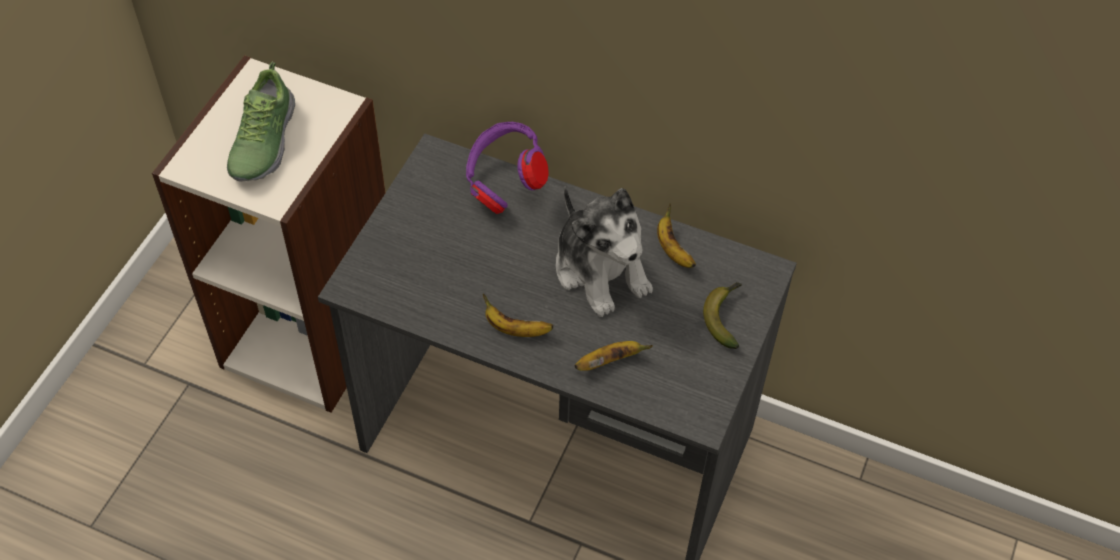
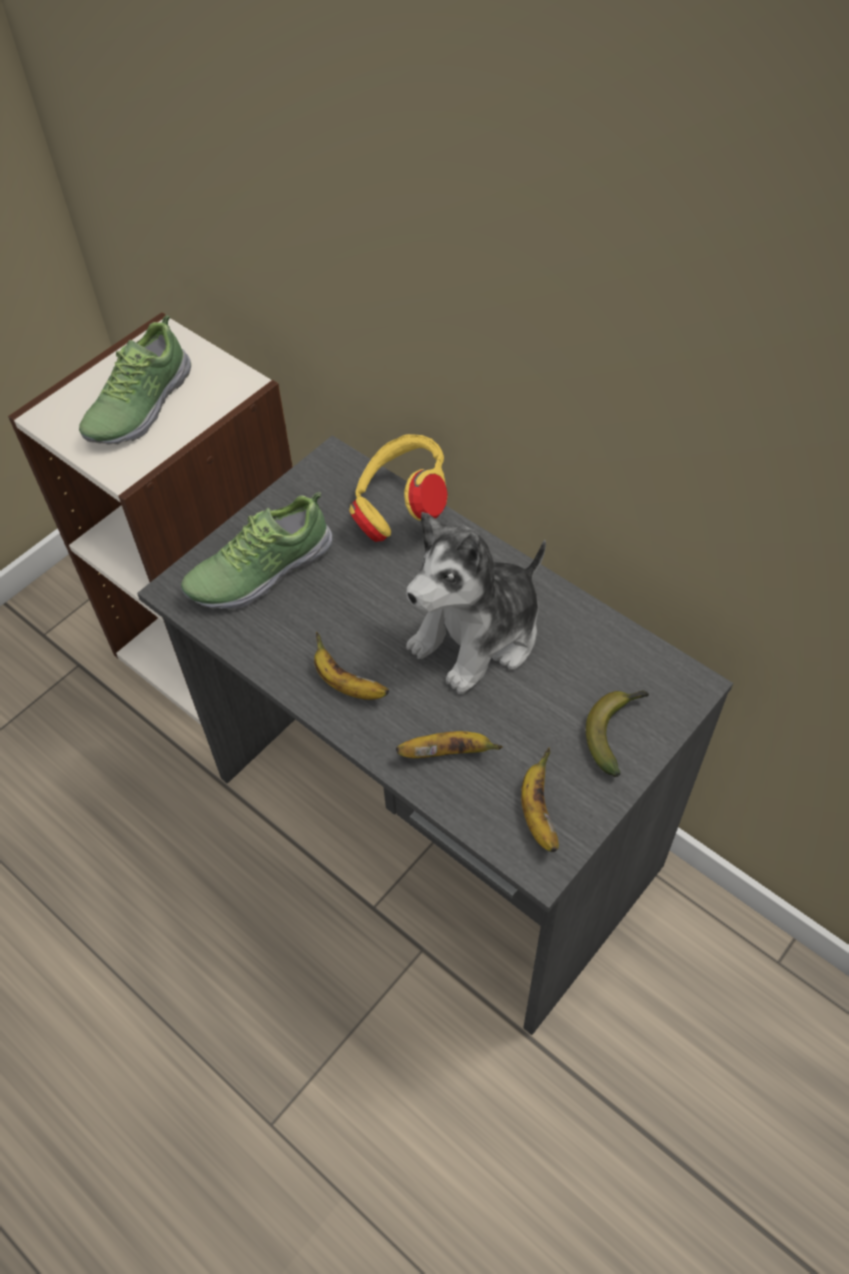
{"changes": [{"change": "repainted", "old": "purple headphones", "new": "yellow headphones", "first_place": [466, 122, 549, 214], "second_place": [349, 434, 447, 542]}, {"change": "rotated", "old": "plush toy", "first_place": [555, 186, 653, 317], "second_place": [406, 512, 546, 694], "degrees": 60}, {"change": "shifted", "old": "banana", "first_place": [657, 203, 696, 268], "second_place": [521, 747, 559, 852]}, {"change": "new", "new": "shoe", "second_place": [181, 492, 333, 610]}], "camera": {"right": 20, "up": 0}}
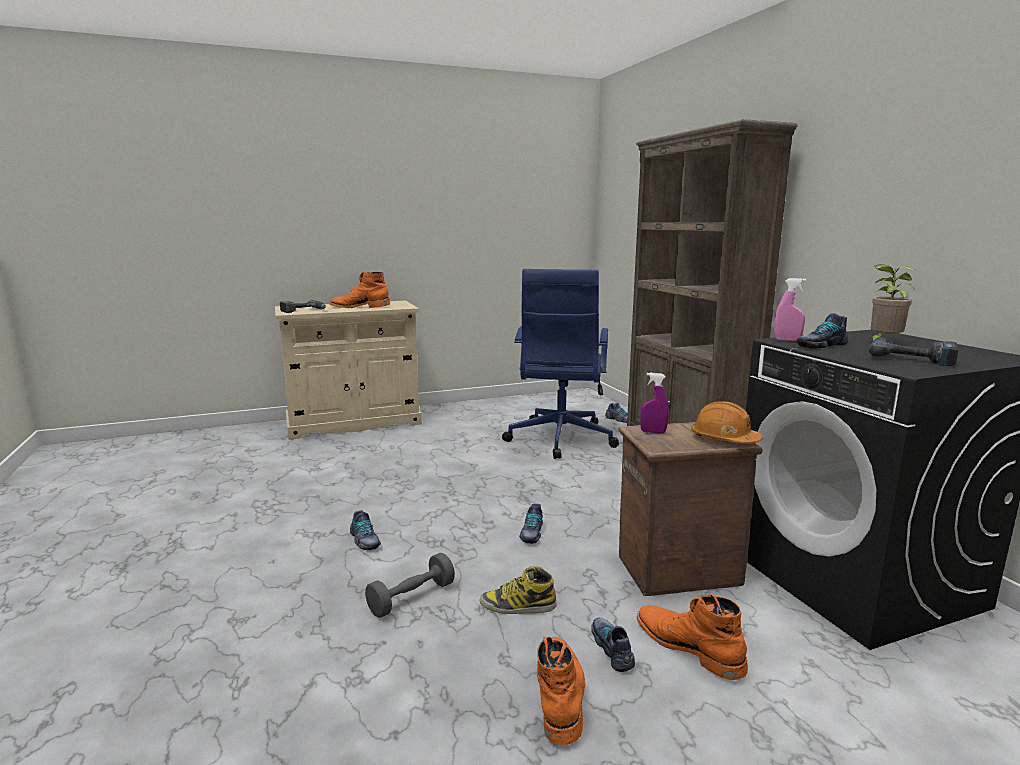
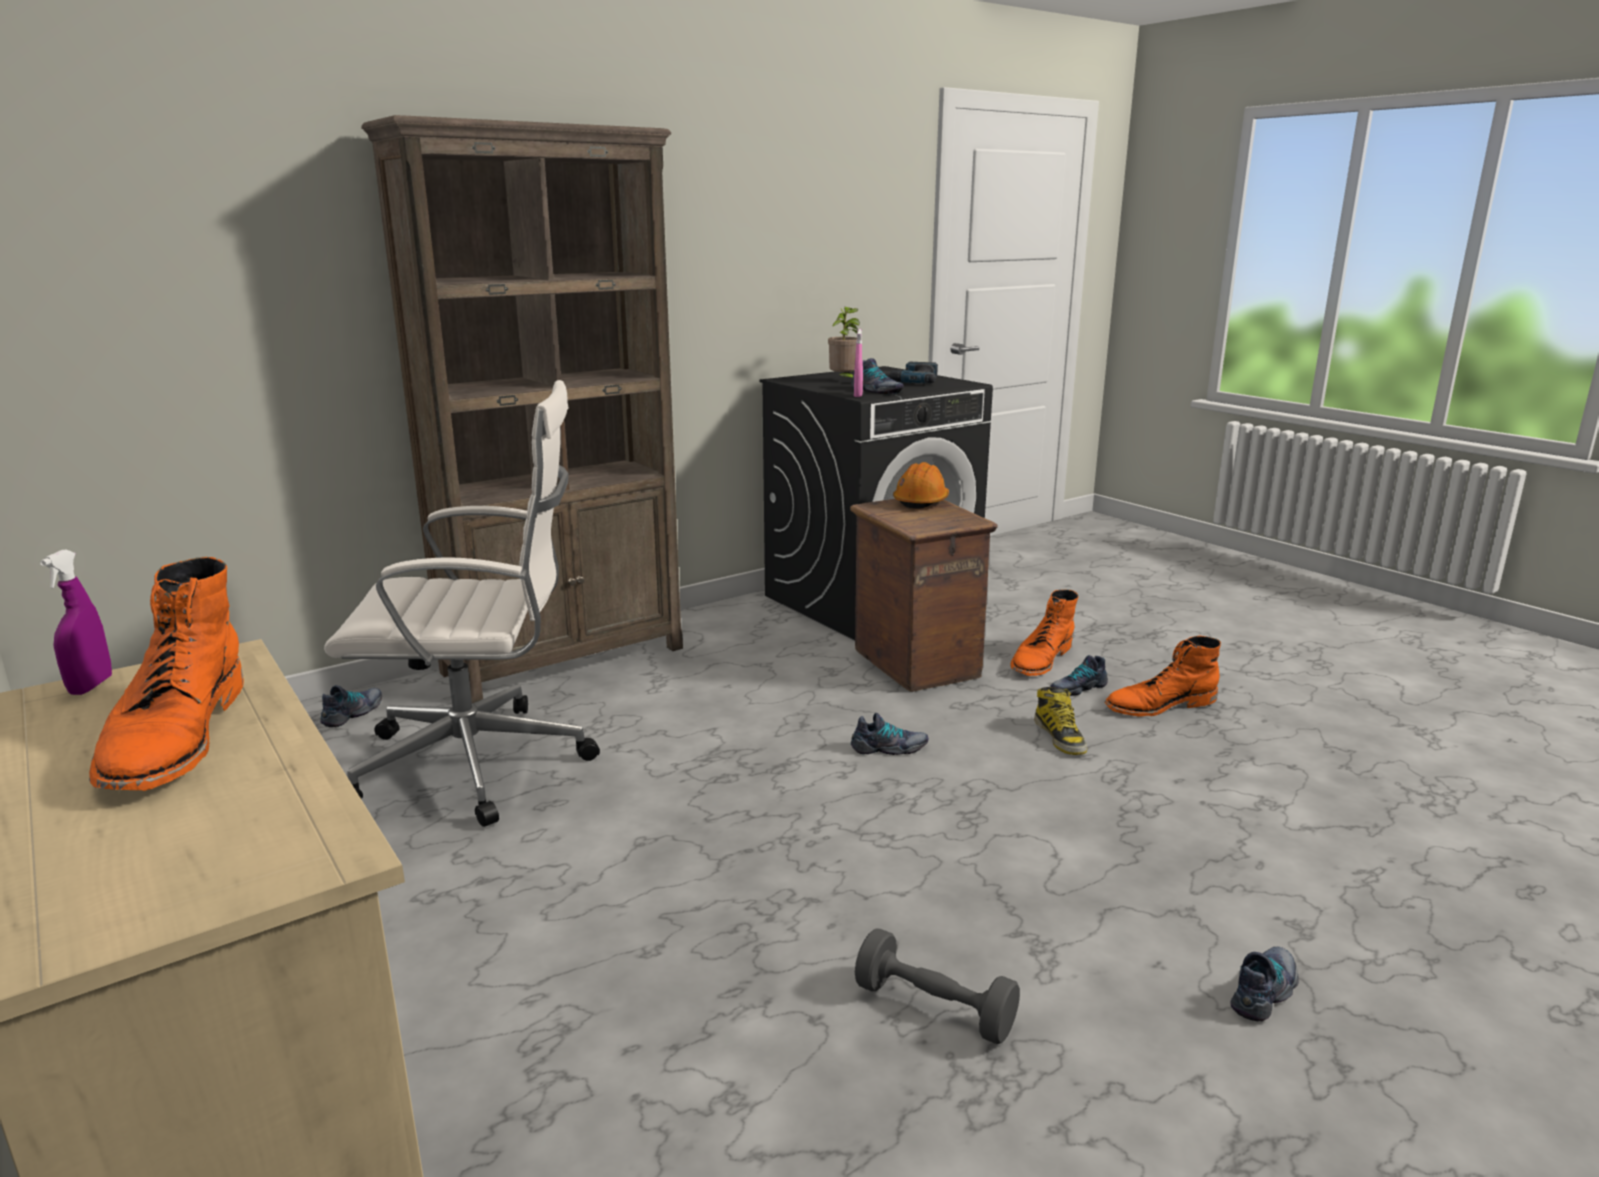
{"changes": [{"change": "repainted", "old": "blue office chair", "new": "white office chair", "first_place": [502, 269, 619, 459], "second_place": [324, 380, 600, 827]}, {"change": "gone", "old": "power drill", "first_place": [280, 300, 326, 313]}, {"change": "shifted", "old": "purple spray bottle", "first_place": [640, 373, 669, 434], "second_place": [40, 550, 112, 695]}, {"change": "shifted", "old": "shoe", "first_place": [350, 510, 381, 550], "second_place": [1231, 947, 1299, 1021]}, {"change": "shifted", "old": "grey dumbbell", "first_place": [365, 553, 455, 618], "second_place": [855, 929, 1020, 1044]}], "camera": {"right": -105, "up": 5}}
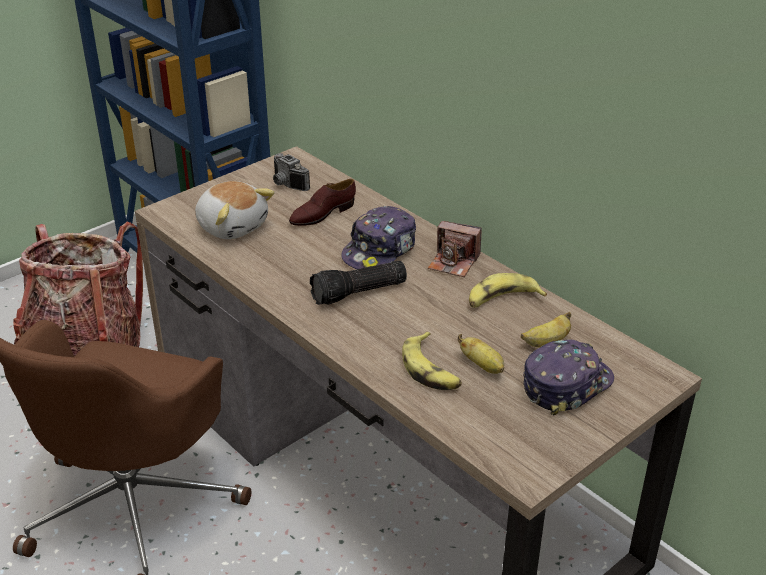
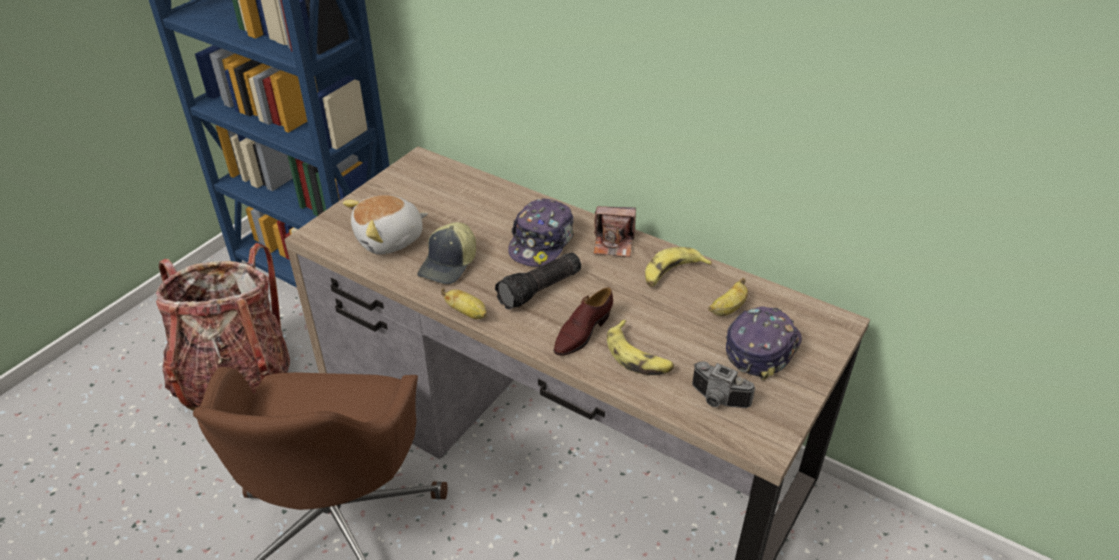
{"changes": [{"change": "shifted", "old": "photo camera", "first_place": [273, 153, 310, 191], "second_place": [692, 361, 756, 408]}, {"change": "shifted", "old": "brown shoe", "first_place": [289, 179, 356, 226], "second_place": [553, 287, 613, 356]}, {"change": "rotated", "old": "plush toy", "first_place": [195, 181, 275, 239], "second_place": [343, 195, 428, 254], "degrees": 120}, {"change": "shifted", "old": "banana", "first_place": [457, 334, 504, 374], "second_place": [441, 288, 487, 319]}, {"change": "new", "new": "cap", "second_place": [417, 222, 476, 284]}], "camera": {"right": -15, "up": 5}}
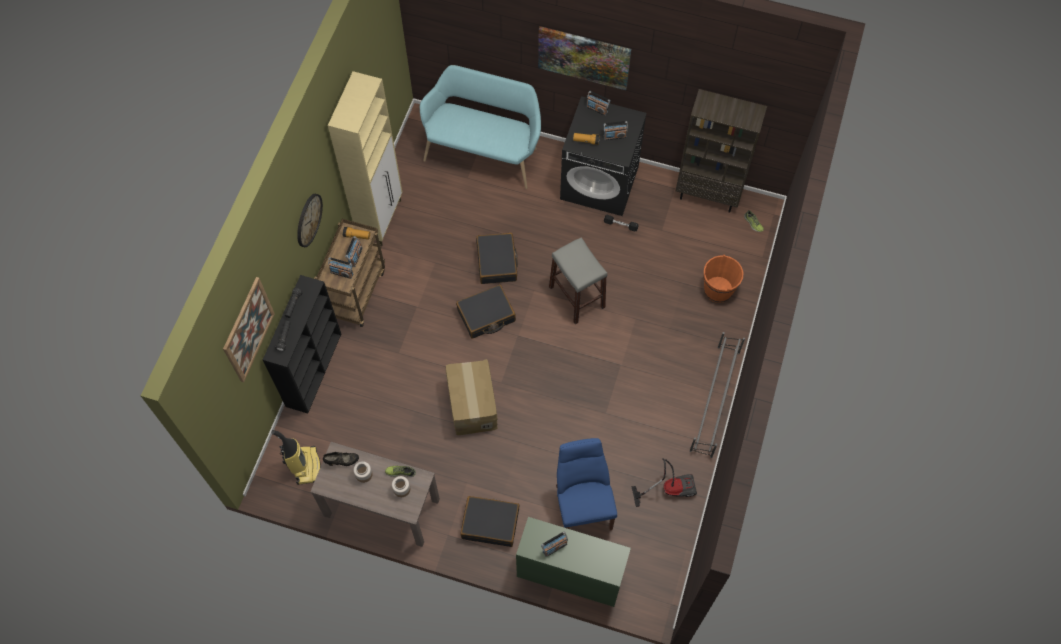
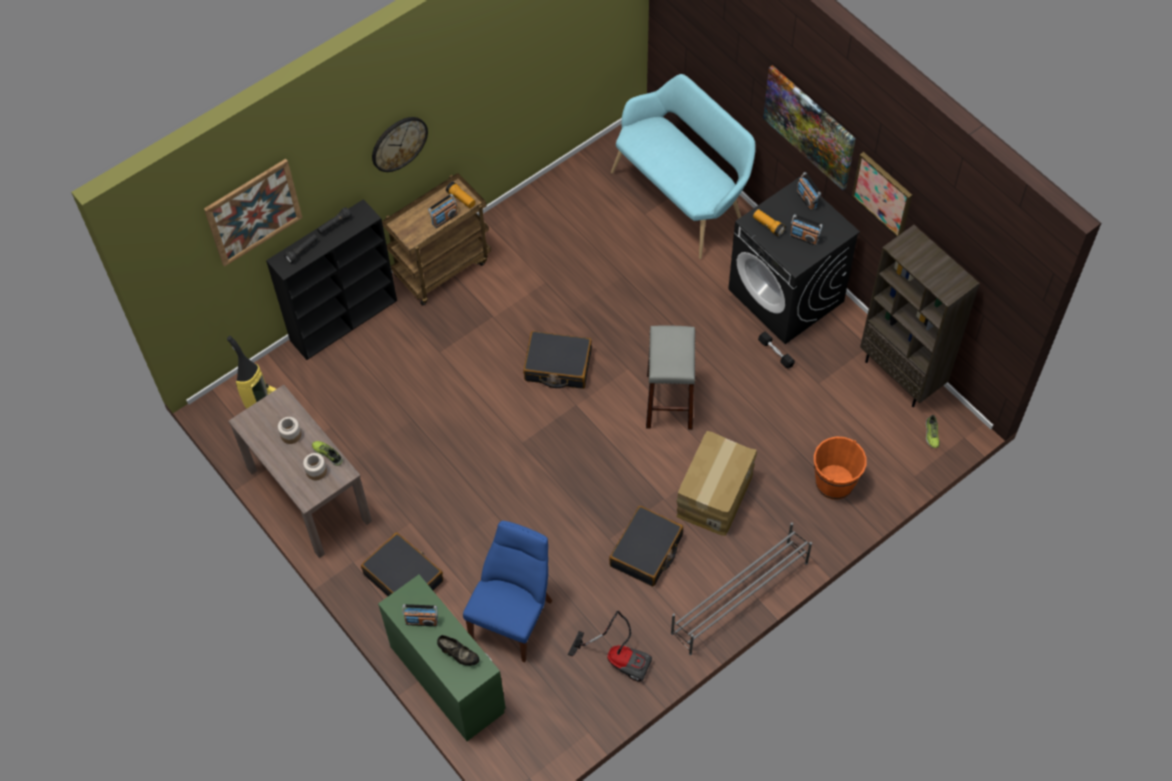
{"changes": [{"change": "gone", "old": "beige cabinet", "first_place": [328, 71, 403, 246]}, {"change": "shifted", "old": "black suitcase", "first_place": [476, 233, 518, 284], "second_place": [609, 506, 683, 587]}, {"change": "gone", "old": "radio", "first_place": [328, 257, 353, 279]}, {"change": "shifted", "old": "cardboard box", "first_place": [446, 359, 498, 435], "second_place": [676, 431, 757, 536]}, {"change": "shifted", "old": "black shoe", "first_place": [323, 452, 359, 466], "second_place": [437, 635, 479, 666]}, {"change": "new", "new": "picture", "second_place": [852, 152, 912, 236]}], "camera": {"right": 35, "up": -5}}
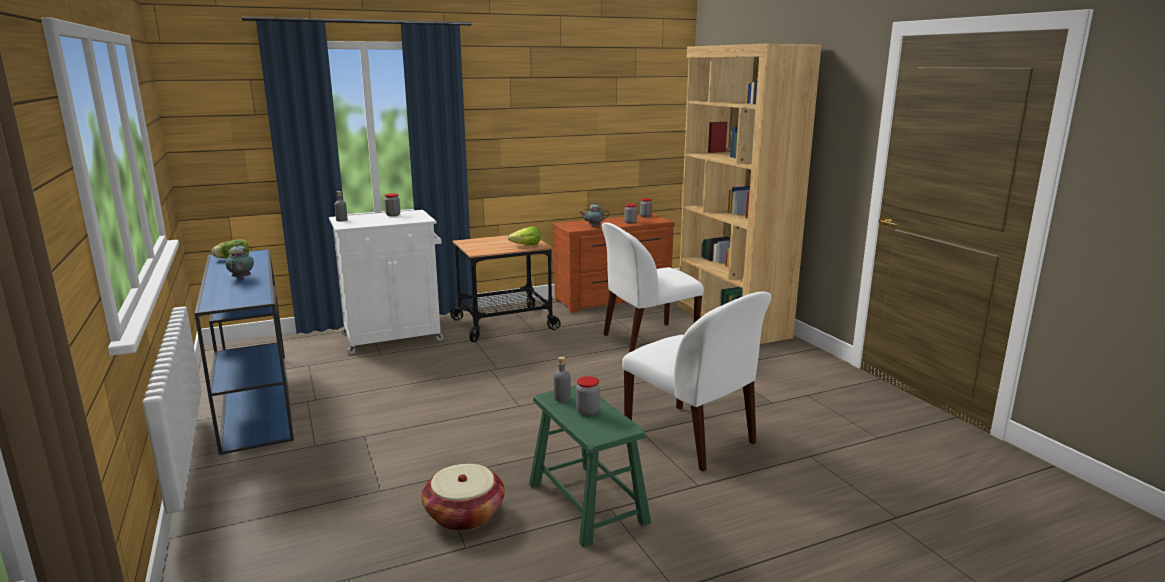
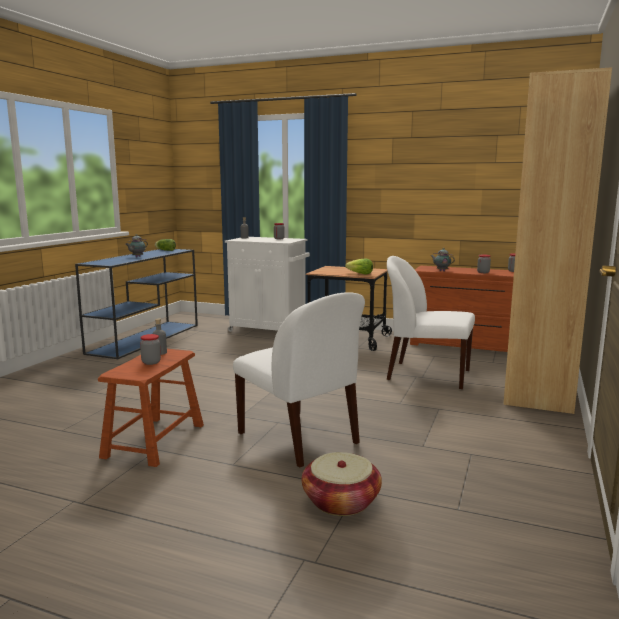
{"changes": [{"change": "rotated", "old": "white chair", "first_place": [622, 291, 771, 471], "second_place": [233, 292, 365, 467], "degrees": -45}, {"change": "repainted", "old": "green stool", "new": "brown stool", "first_place": [529, 385, 651, 547], "second_place": [98, 349, 204, 467]}, {"change": "shifted", "old": "basket", "first_place": [422, 464, 505, 531], "second_place": [302, 452, 382, 516]}], "camera": {"right": 45, "up": -5}}
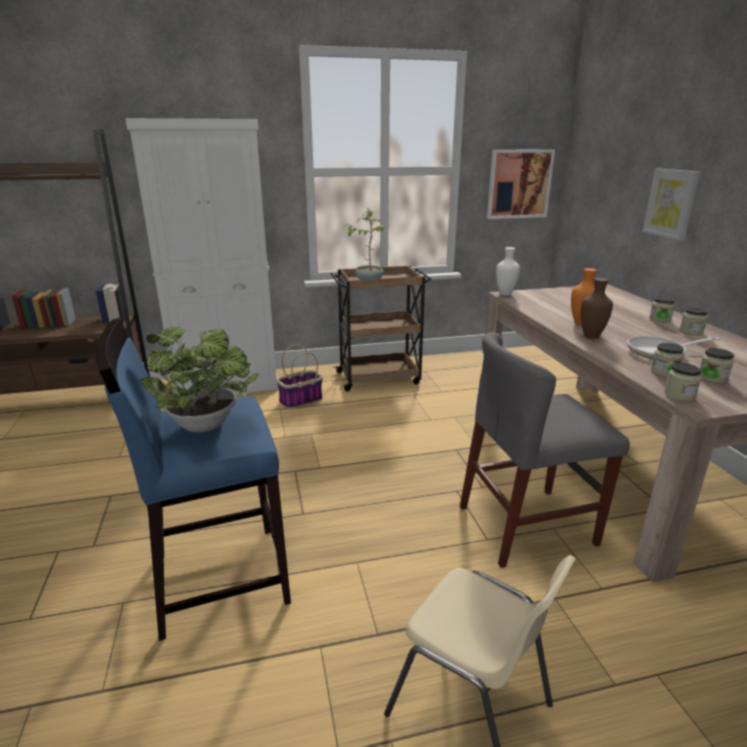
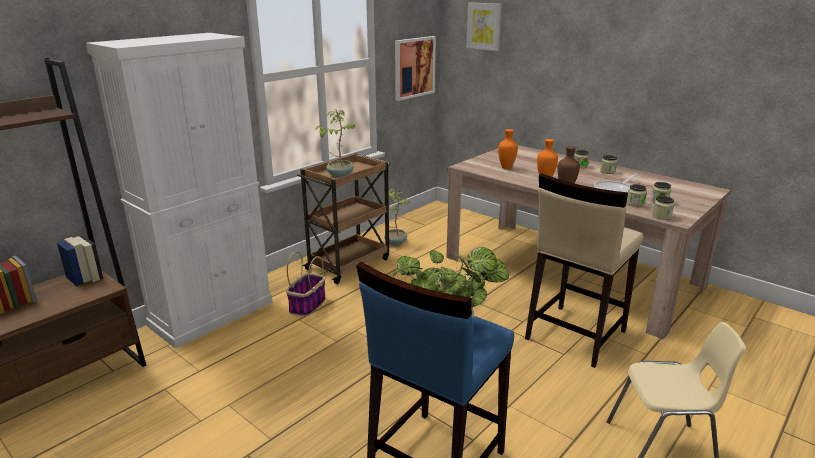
{"changes": [{"change": "shifted", "old": "picture", "first_place": [642, 169, 700, 241], "second_place": [466, 3, 502, 51]}, {"change": "gone", "old": "white vase", "first_place": [496, 247, 520, 295]}, {"change": "swapped", "old": "grey chair", "new": "beige stool", "first_place": [460, 332, 630, 568], "second_place": [525, 173, 643, 368]}, {"change": "new", "new": "orange vase", "second_place": [498, 129, 518, 169]}, {"change": "new", "new": "potted plant", "second_place": [384, 189, 409, 246]}], "camera": {"right": -35, "up": 0}}
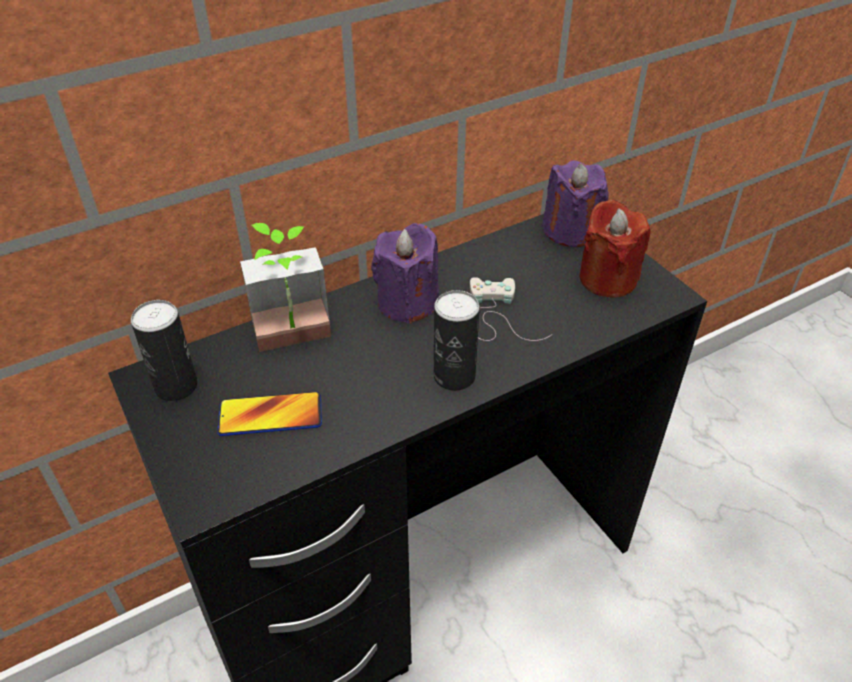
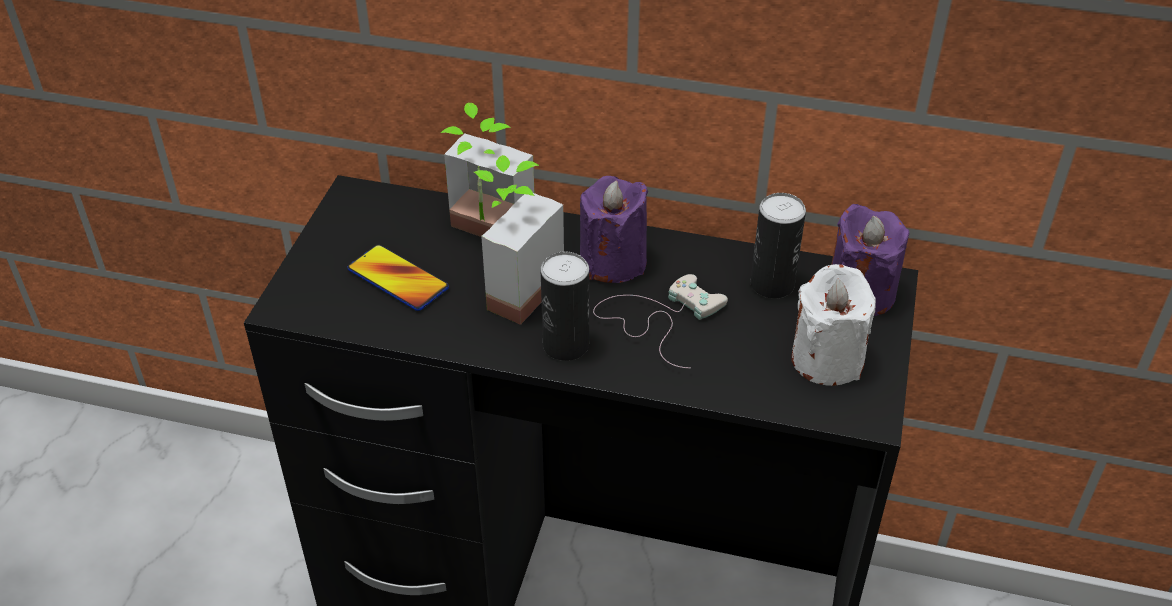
{"changes": [{"change": "repainted", "old": "red candle", "new": "white candle", "first_place": [579, 199, 650, 298], "second_place": [791, 264, 876, 386]}, {"change": "shifted", "old": "can", "first_place": [131, 300, 198, 401], "second_place": [751, 193, 806, 299]}, {"change": "new", "new": "potted plant", "second_place": [474, 155, 564, 325]}], "camera": {"right": 45, "up": 0}}
